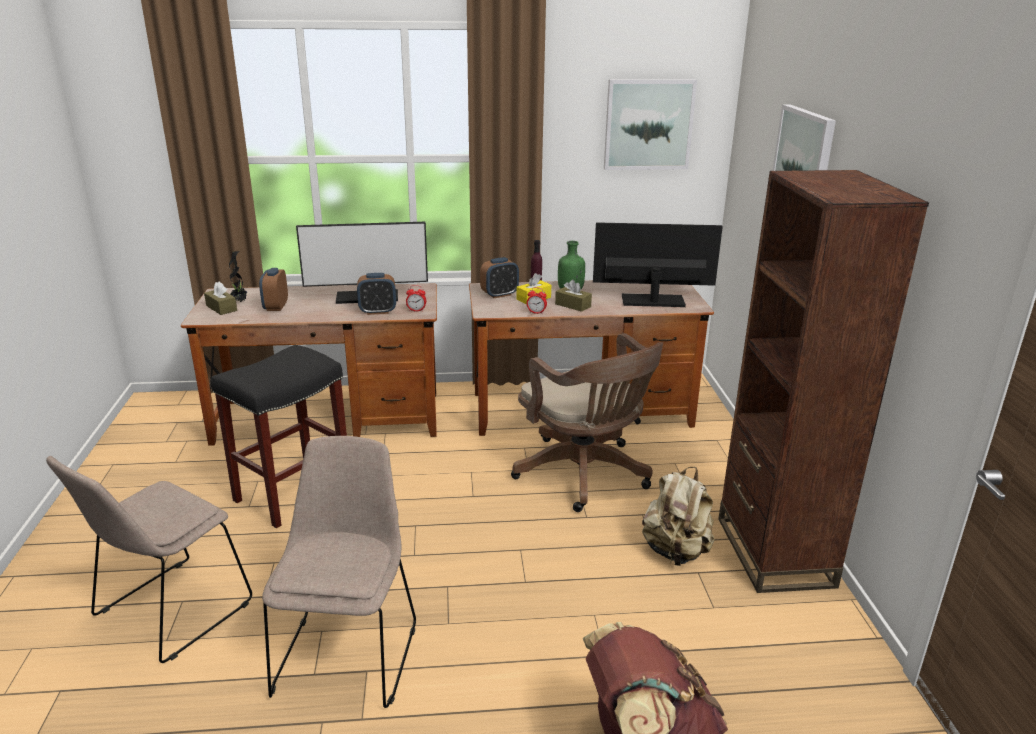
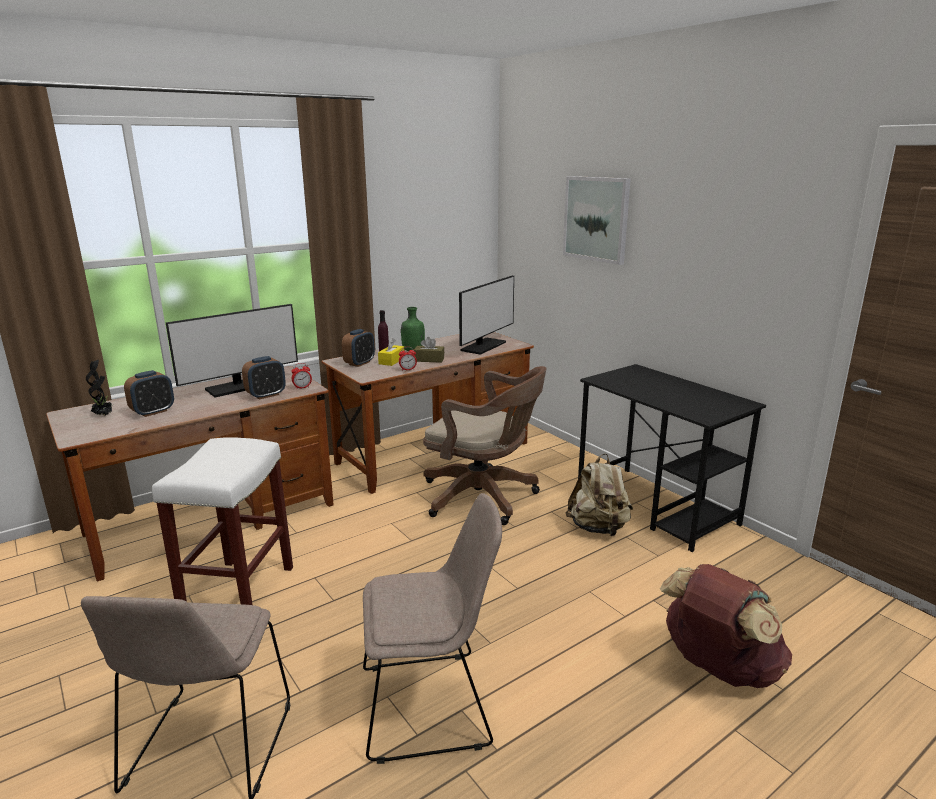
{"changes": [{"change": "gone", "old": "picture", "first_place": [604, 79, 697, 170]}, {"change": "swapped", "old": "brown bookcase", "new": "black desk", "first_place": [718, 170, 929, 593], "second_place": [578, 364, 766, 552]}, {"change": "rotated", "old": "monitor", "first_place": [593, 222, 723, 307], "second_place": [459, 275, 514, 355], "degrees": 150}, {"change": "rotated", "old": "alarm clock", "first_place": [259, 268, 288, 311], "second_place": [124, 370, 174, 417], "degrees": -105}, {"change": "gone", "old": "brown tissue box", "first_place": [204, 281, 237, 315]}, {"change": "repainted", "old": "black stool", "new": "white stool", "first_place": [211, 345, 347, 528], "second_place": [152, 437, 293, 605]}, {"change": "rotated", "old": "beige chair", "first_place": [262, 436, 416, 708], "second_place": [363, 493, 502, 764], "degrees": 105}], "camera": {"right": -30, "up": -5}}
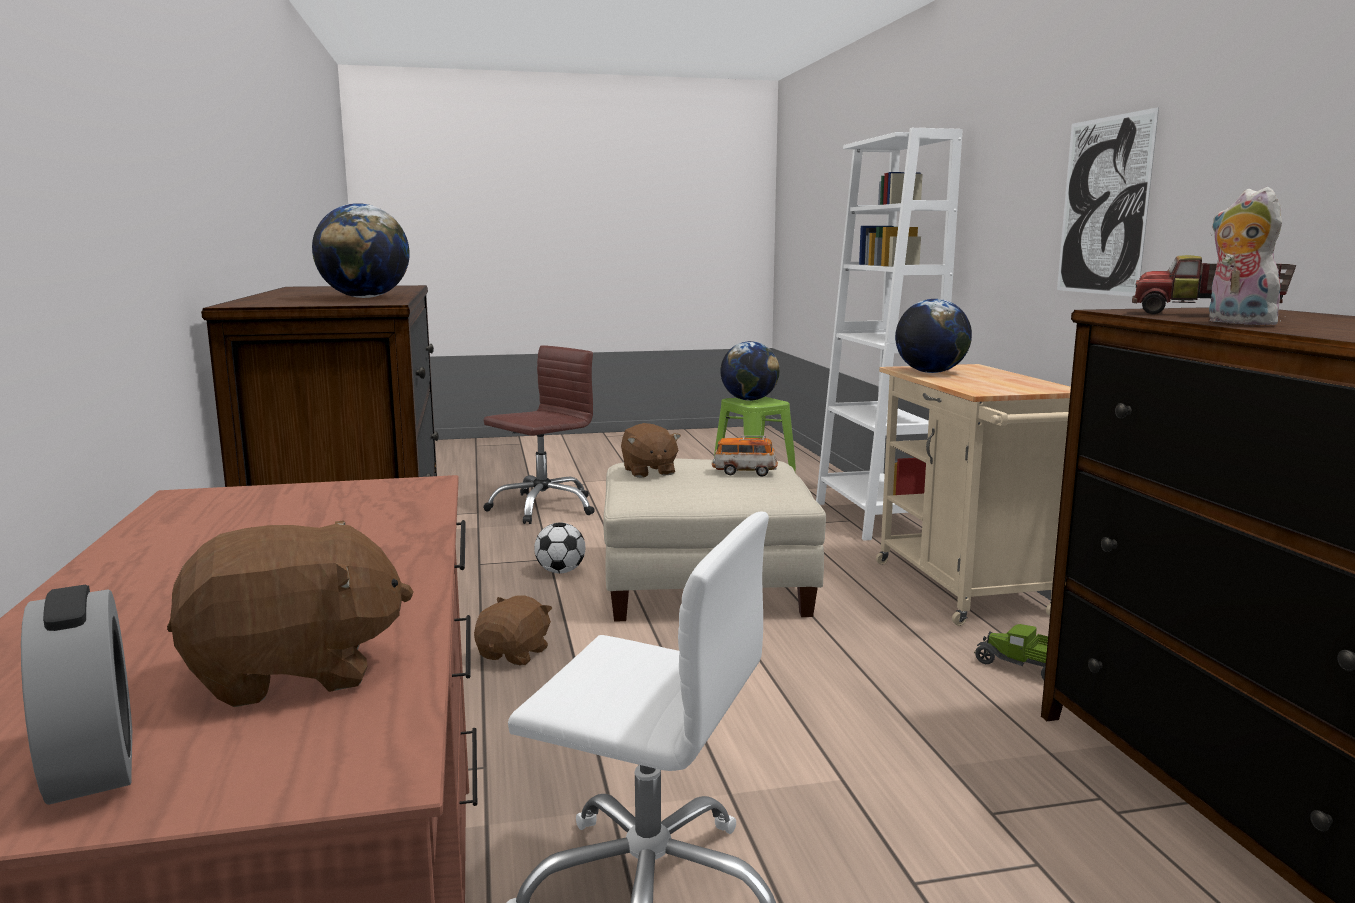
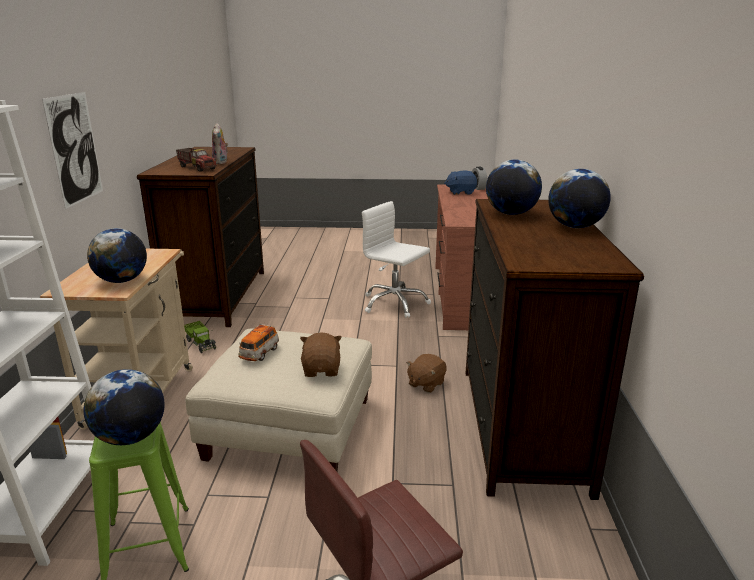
{"changes": [{"change": "rotated", "old": "toy car", "first_place": [712, 436, 778, 476], "second_place": [238, 324, 279, 361], "degrees": 90}, {"change": "repainted", "old": "brown plush toy", "new": "blue plush toy", "first_place": [167, 520, 414, 707], "second_place": [444, 171, 477, 195]}, {"change": "gone", "old": "football", "first_place": [534, 523, 585, 573]}, {"change": "new", "new": "globe", "second_place": [548, 169, 611, 228]}], "camera": {"right": -165, "up": 10}}
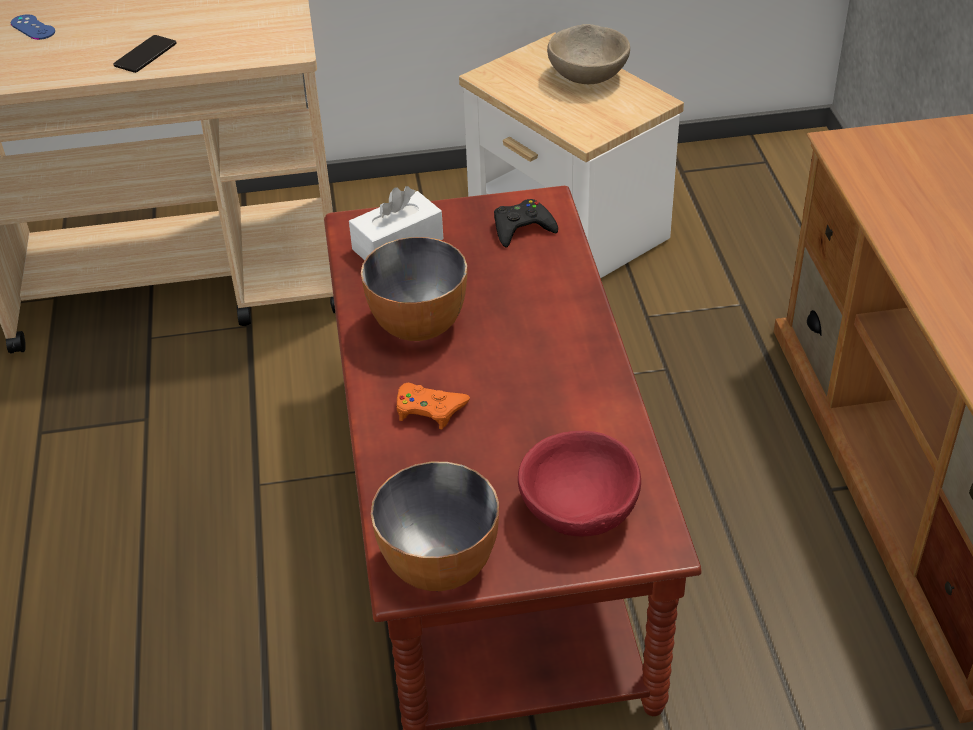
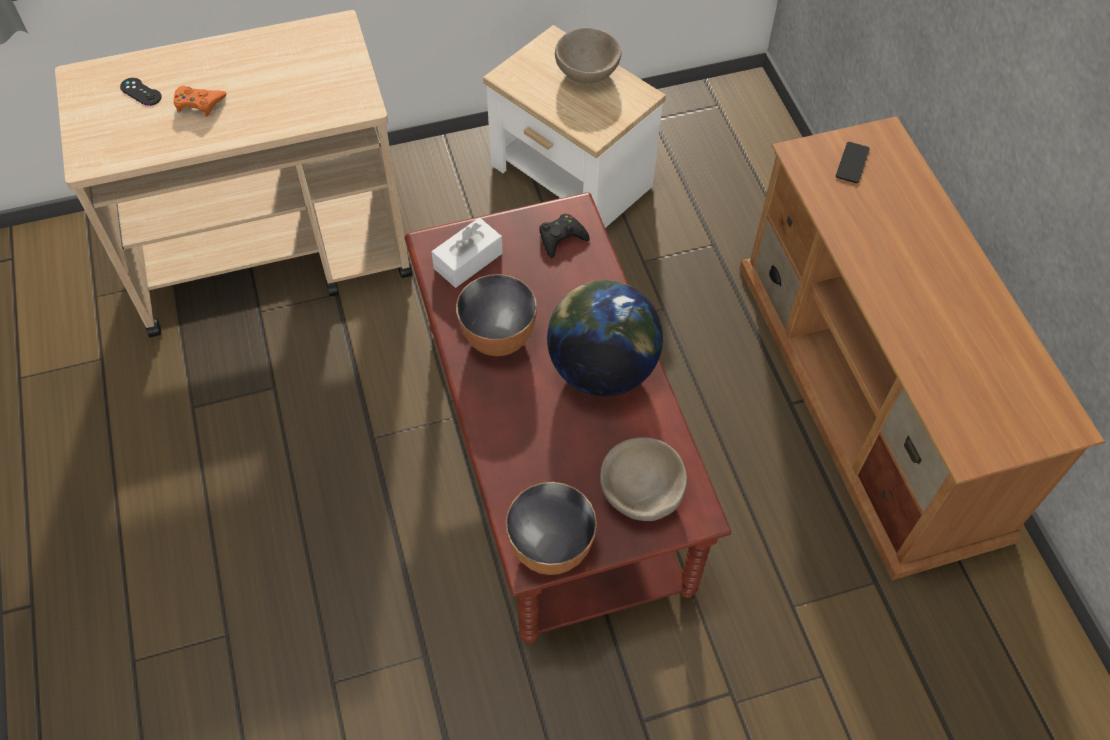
{"changes": [{"change": "repainted", "old": "blue game controller", "new": "black game controller", "first_place": [11, 14, 55, 40], "second_place": [120, 78, 162, 106]}, {"change": "shifted", "old": "phone", "first_place": [113, 35, 176, 73], "second_place": [836, 142, 870, 183]}, {"change": "shifted", "old": "orange game controller", "first_place": [397, 383, 470, 430], "second_place": [174, 86, 227, 117]}, {"change": "repainted", "old": "red bowl", "new": "beige bowl", "first_place": [518, 431, 641, 537], "second_place": [600, 437, 687, 521]}, {"change": "new", "new": "globe", "second_place": [547, 280, 663, 396]}], "camera": {"right": -10, "up": 15}}
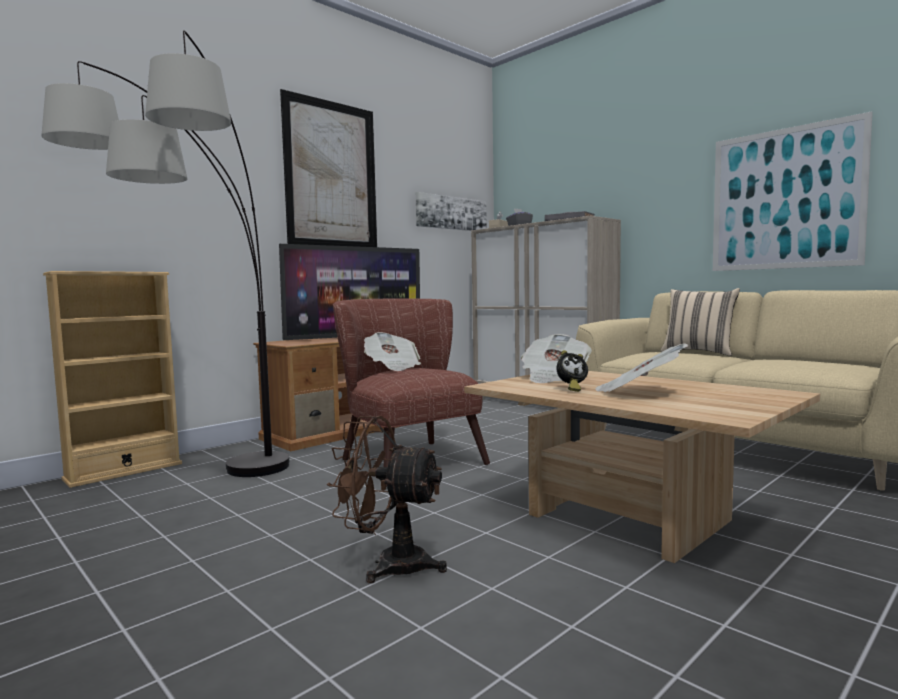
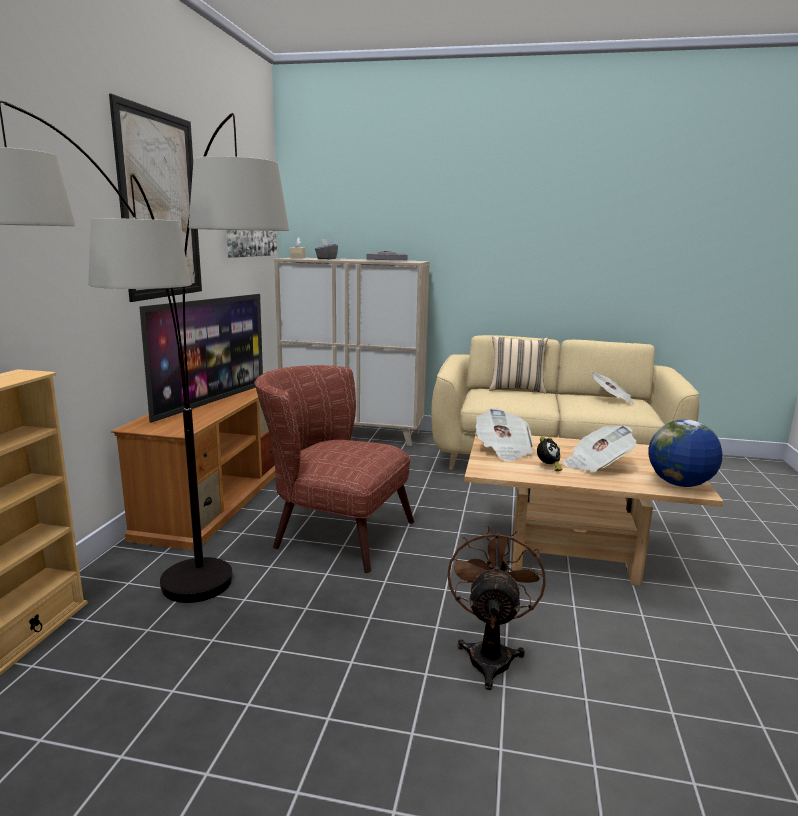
{"changes": [{"change": "gone", "old": "picture", "first_place": [713, 111, 873, 271]}, {"change": "shifted", "old": "newspaper", "first_place": [364, 332, 421, 371], "second_place": [590, 371, 634, 404]}, {"change": "rotated", "old": "brown fan", "first_place": [327, 416, 447, 583], "second_place": [447, 526, 546, 690], "degrees": 120}, {"change": "new", "new": "globe", "second_place": [649, 419, 722, 487]}], "camera": {"right": -35, "up": 10}}
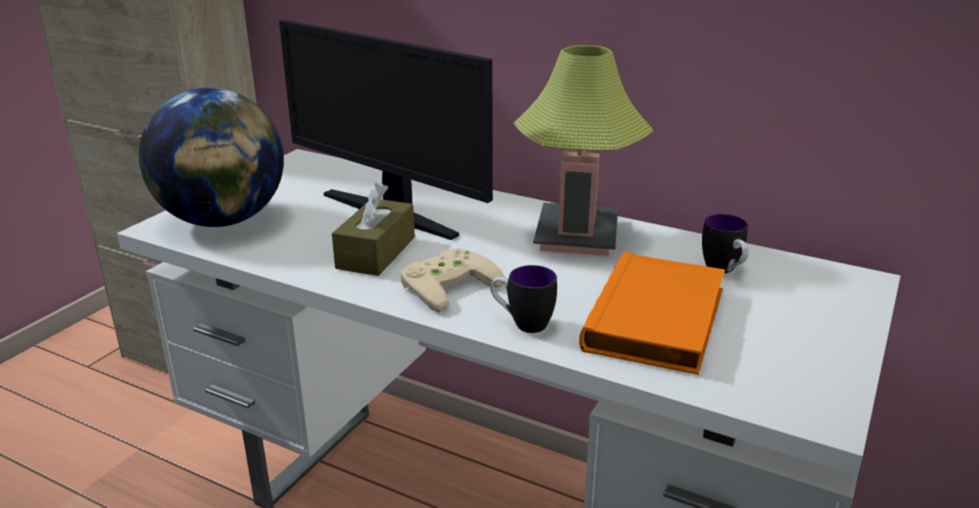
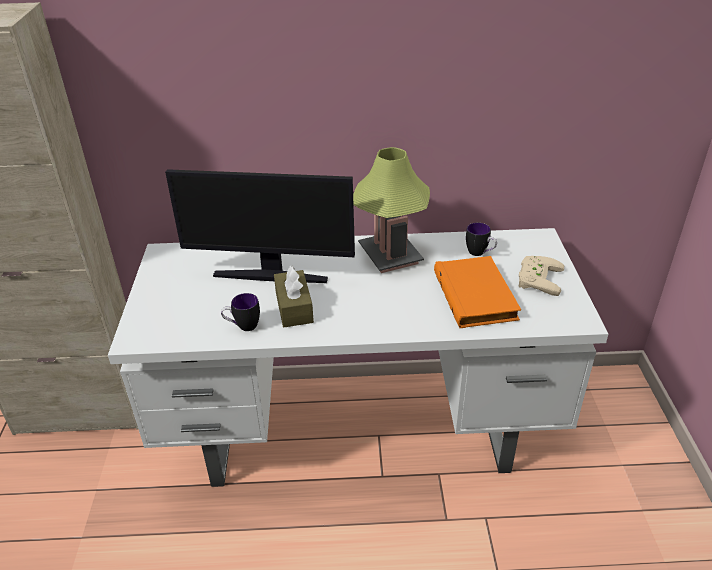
{"changes": [{"change": "gone", "old": "globe", "first_place": [139, 88, 284, 227]}, {"change": "shifted", "old": "beige game controller", "first_place": [400, 248, 505, 313], "second_place": [519, 256, 564, 296]}, {"change": "shifted", "old": "mug", "first_place": [491, 265, 557, 333], "second_place": [221, 293, 260, 331]}], "camera": {"right": -30, "up": 10}}
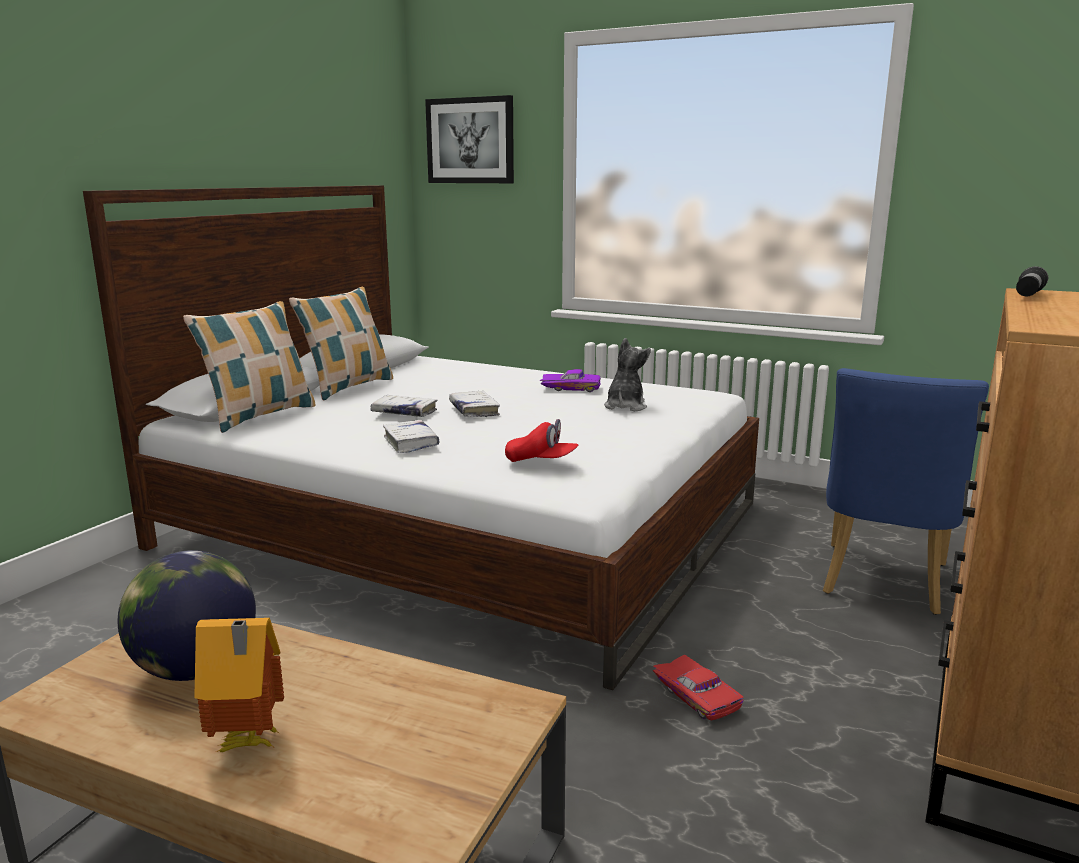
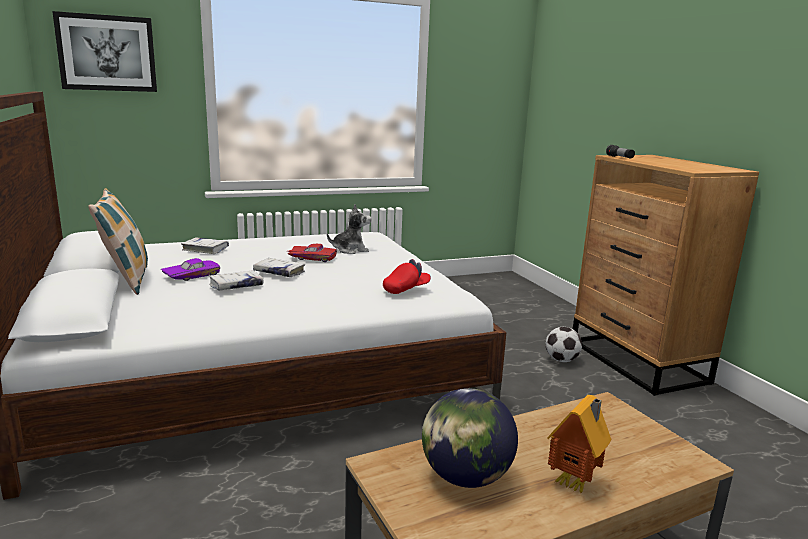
{"changes": [{"change": "gone", "old": "pillow", "first_place": [183, 301, 315, 433]}, {"change": "rotated", "old": "plush toy", "first_place": [604, 338, 651, 411], "second_place": [327, 204, 372, 254], "degrees": 105}, {"change": "gone", "old": "blue chair", "first_place": [823, 368, 989, 615]}, {"change": "shifted", "old": "purple toy car", "first_place": [540, 369, 601, 392], "second_place": [161, 258, 220, 281]}, {"change": "shifted", "old": "white book", "first_place": [383, 420, 439, 453], "second_place": [181, 237, 229, 254]}, {"change": "shifted", "old": "red toy car", "first_place": [653, 655, 744, 720], "second_place": [287, 244, 337, 262]}, {"change": "new", "new": "football", "second_place": [546, 327, 582, 362]}], "camera": {"right": -50, "up": 0}}
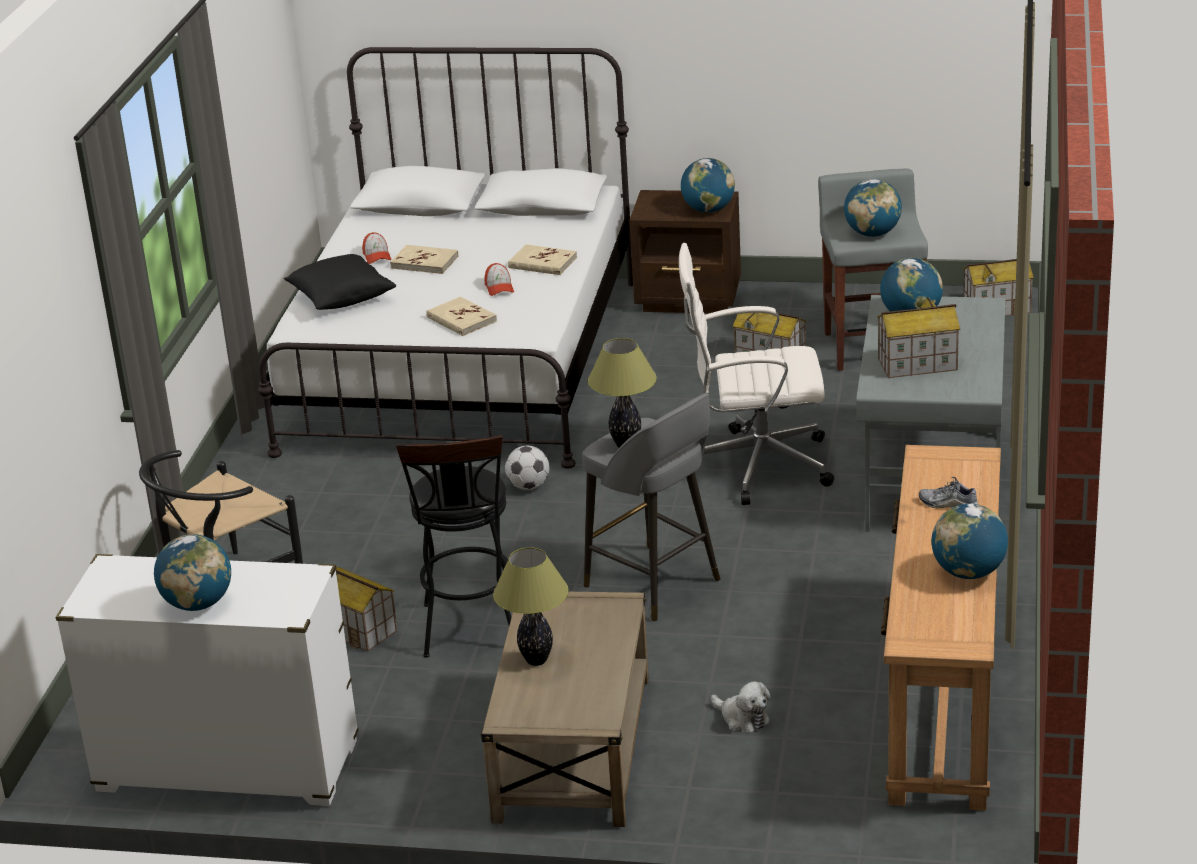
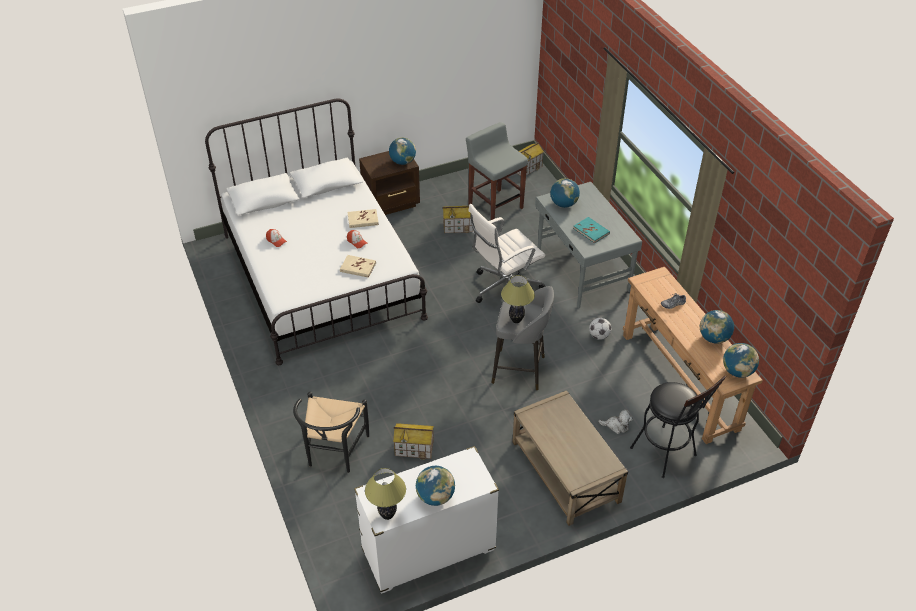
{"changes": [{"change": "shifted", "old": "globe", "first_place": [844, 179, 902, 237], "second_place": [723, 343, 759, 378]}, {"change": "gone", "old": "beige book", "first_place": [390, 245, 458, 274]}, {"change": "gone", "old": "black pillow", "first_place": [284, 254, 396, 310]}, {"change": "swapped", "old": "toy house", "new": "turquoise book", "first_place": [877, 297, 960, 378], "second_place": [573, 217, 610, 243]}, {"change": "shifted", "old": "black stool", "first_place": [396, 435, 511, 658], "second_place": [630, 376, 726, 478]}, {"change": "shifted", "old": "football", "first_place": [505, 446, 550, 490], "second_place": [589, 318, 611, 340]}, {"change": "shifted", "old": "table lamp", "first_place": [493, 547, 569, 666], "second_place": [365, 468, 406, 520]}], "camera": {"right": -35, "up": 15}}
